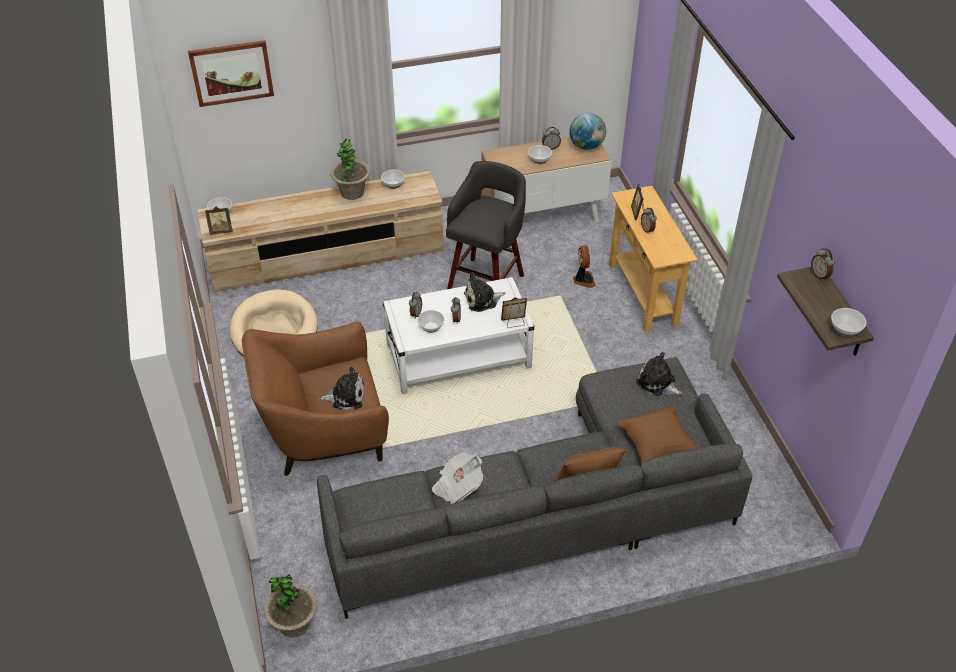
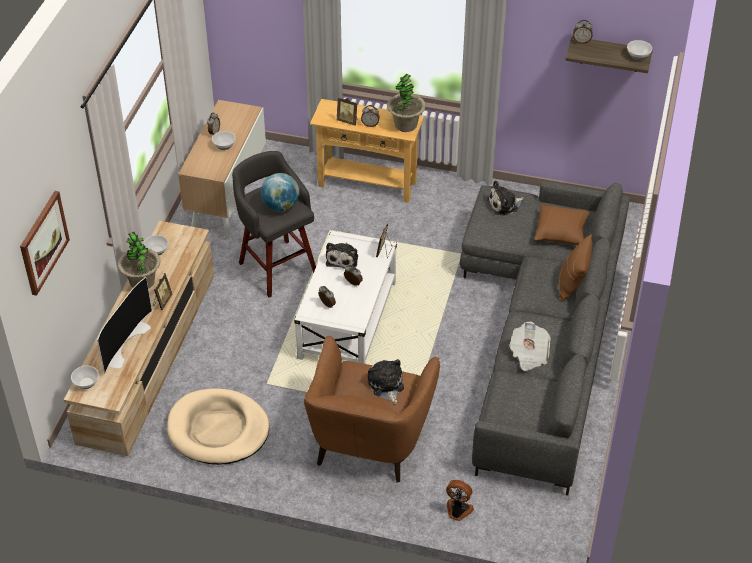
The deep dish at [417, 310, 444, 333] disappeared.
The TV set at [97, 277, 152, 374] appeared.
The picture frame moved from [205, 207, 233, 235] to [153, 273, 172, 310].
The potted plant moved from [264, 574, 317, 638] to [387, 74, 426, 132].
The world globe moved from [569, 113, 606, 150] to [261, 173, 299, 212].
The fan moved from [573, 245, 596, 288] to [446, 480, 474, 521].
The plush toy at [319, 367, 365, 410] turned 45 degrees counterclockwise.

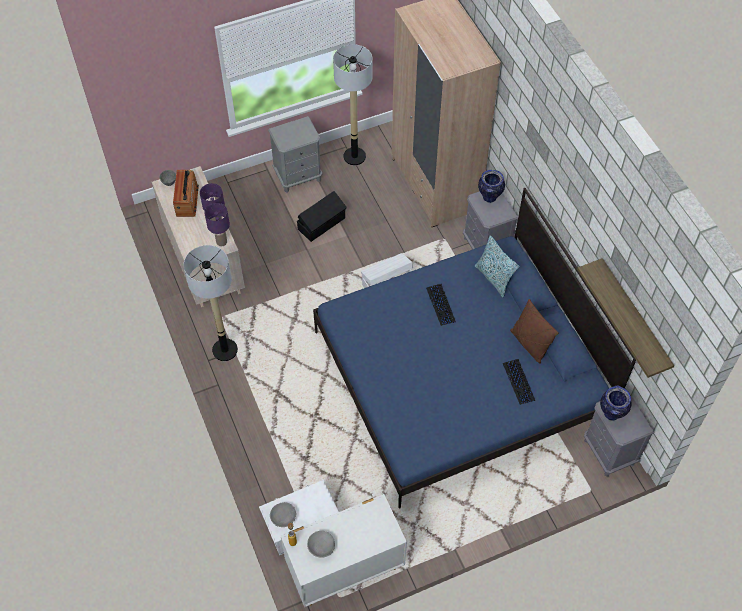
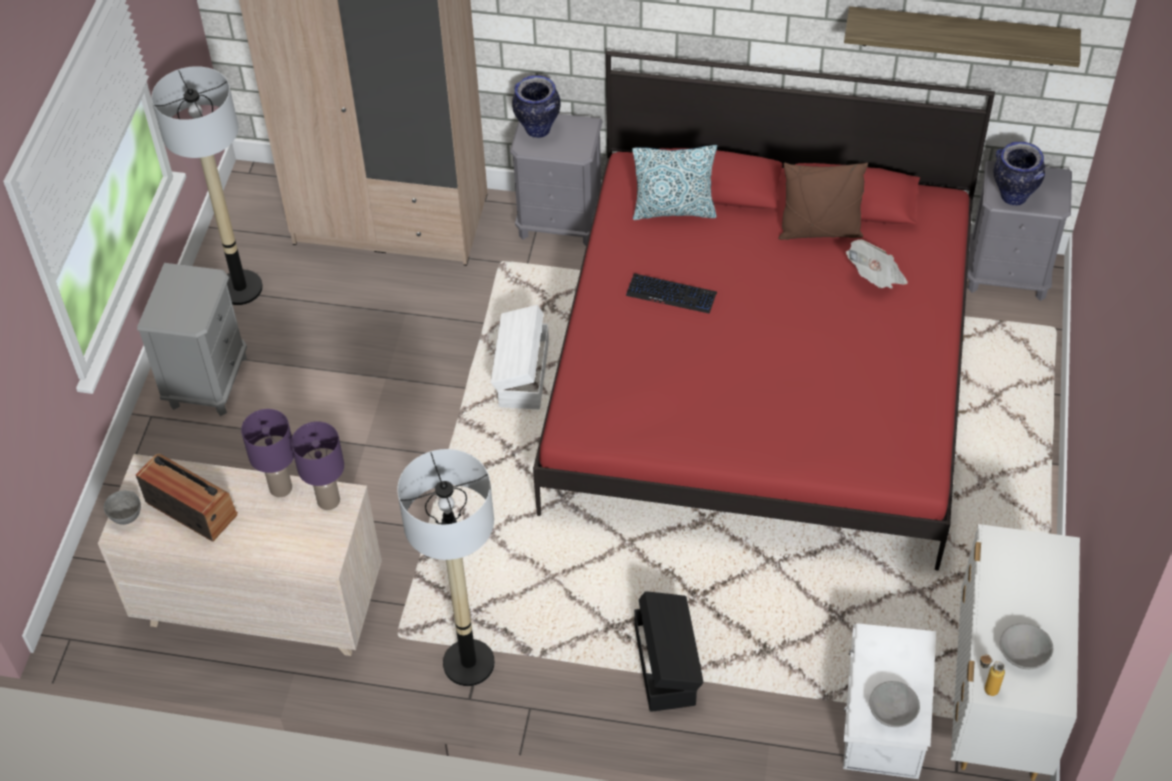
The storage bin/blackish moved from [297, 191, 347, 242] to [634, 591, 704, 712].
The computer keyboard at [503, 359, 535, 405] was replaced by the newspaper at [846, 240, 908, 289].
The bedroom bed/blue at [313, 188, 636, 509] became the bedroom bed/red at [533, 51, 995, 571].

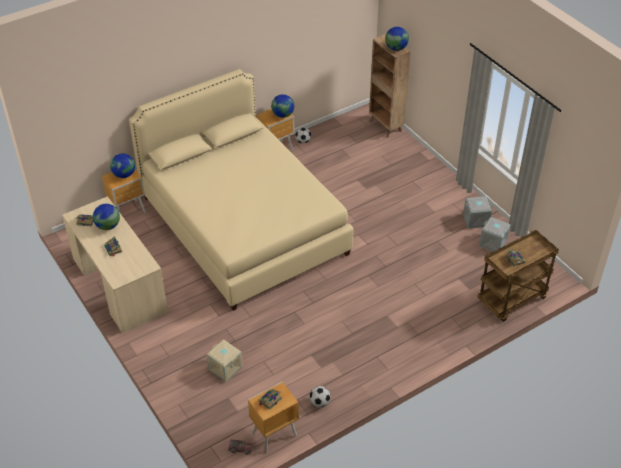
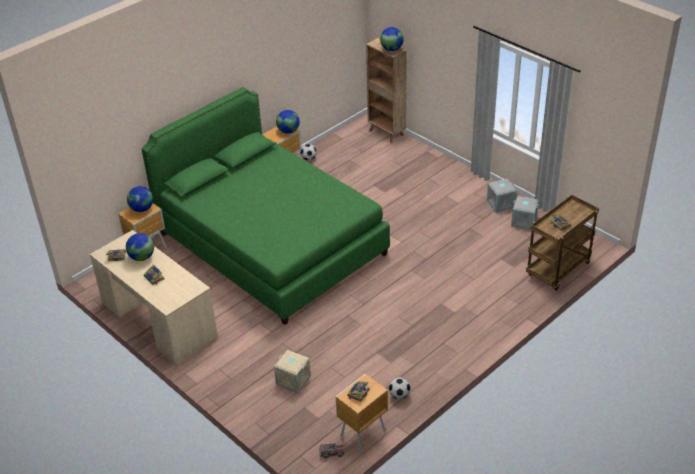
The bedroom bed/beige at [129, 69, 354, 311] became the bedroom bed/green at [142, 87, 390, 325].

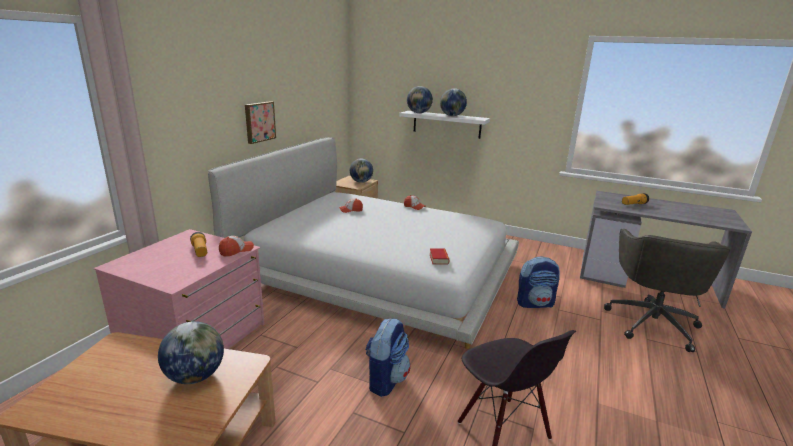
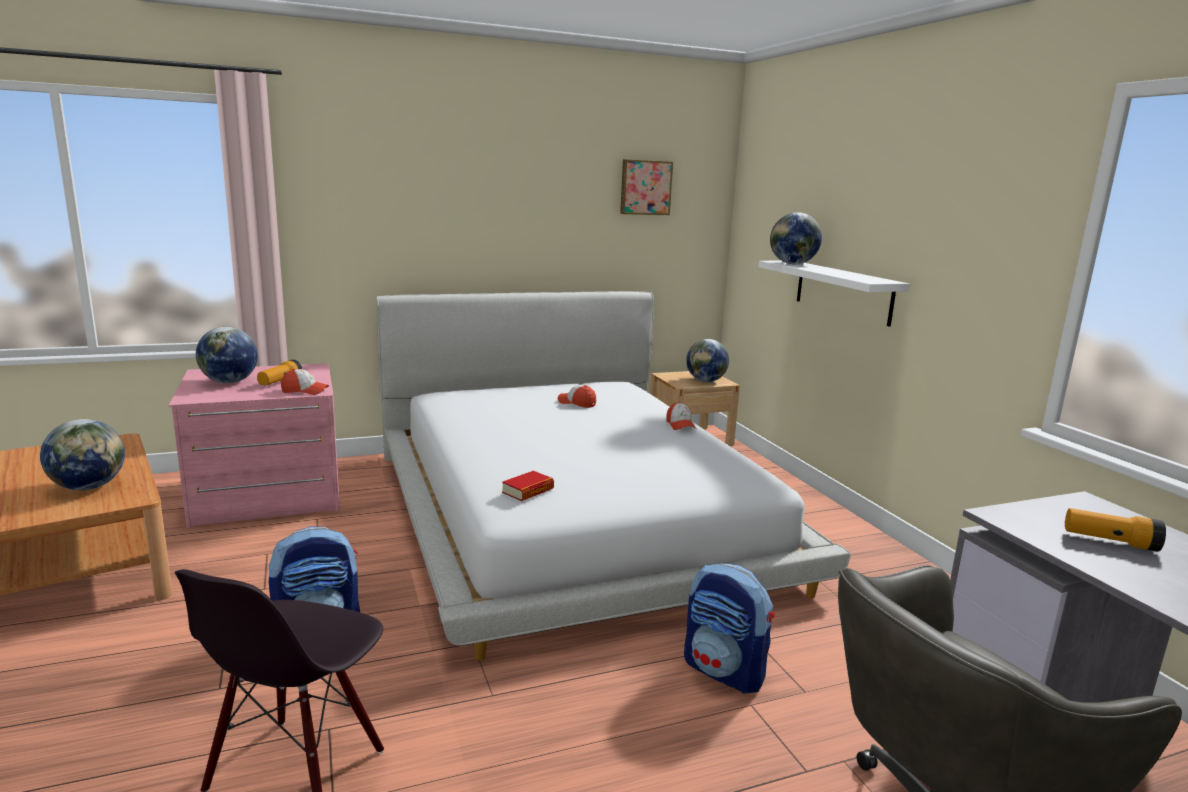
The wall art moved from [245, 101, 276, 144] to [620, 159, 673, 215].
The world globe moved from [440, 88, 467, 116] to [196, 327, 258, 383].

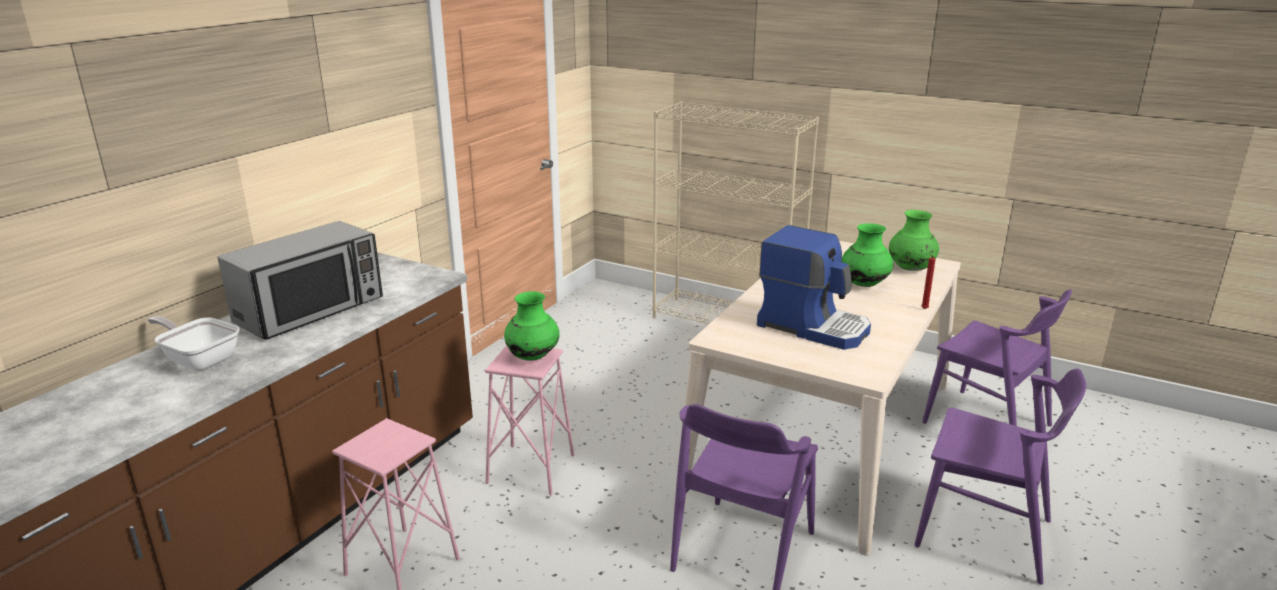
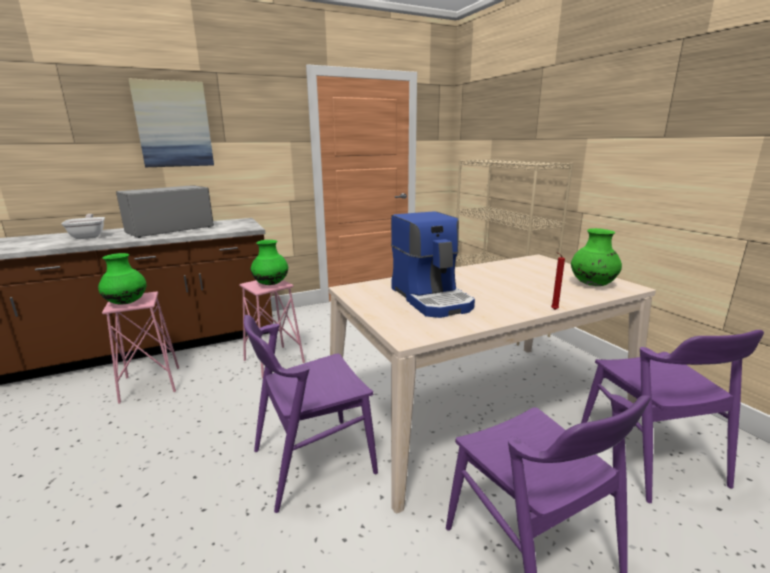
The wall art at [128, 78, 214, 167] appeared.
The decorative vase/green moved from [842, 223, 893, 287] to [98, 253, 146, 304].
The microwave oven at [218, 221, 383, 340] turned 150 degrees clockwise.

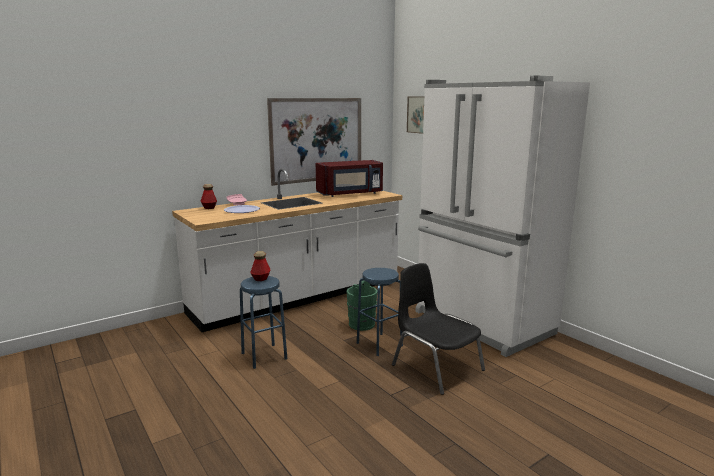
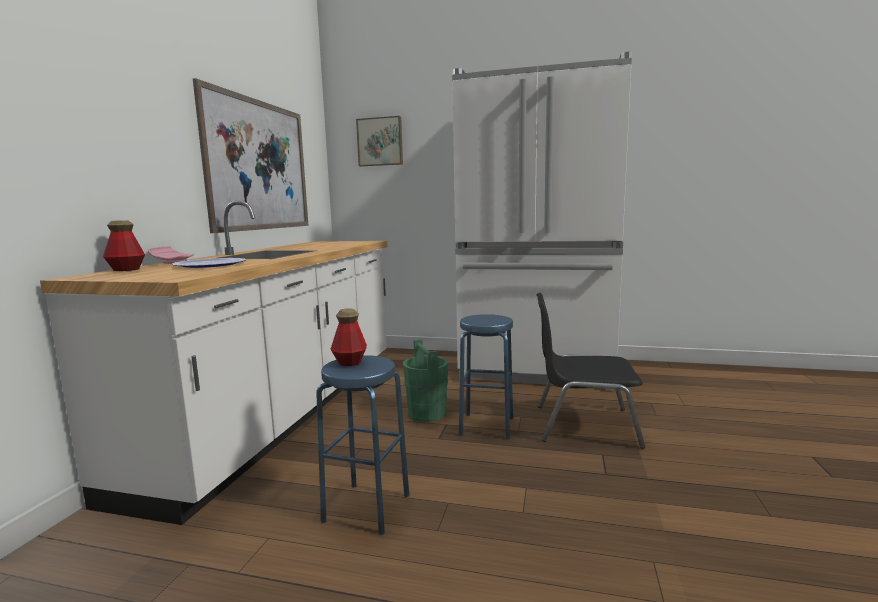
The microwave oven/red at [316, 160, 383, 197] disappeared.

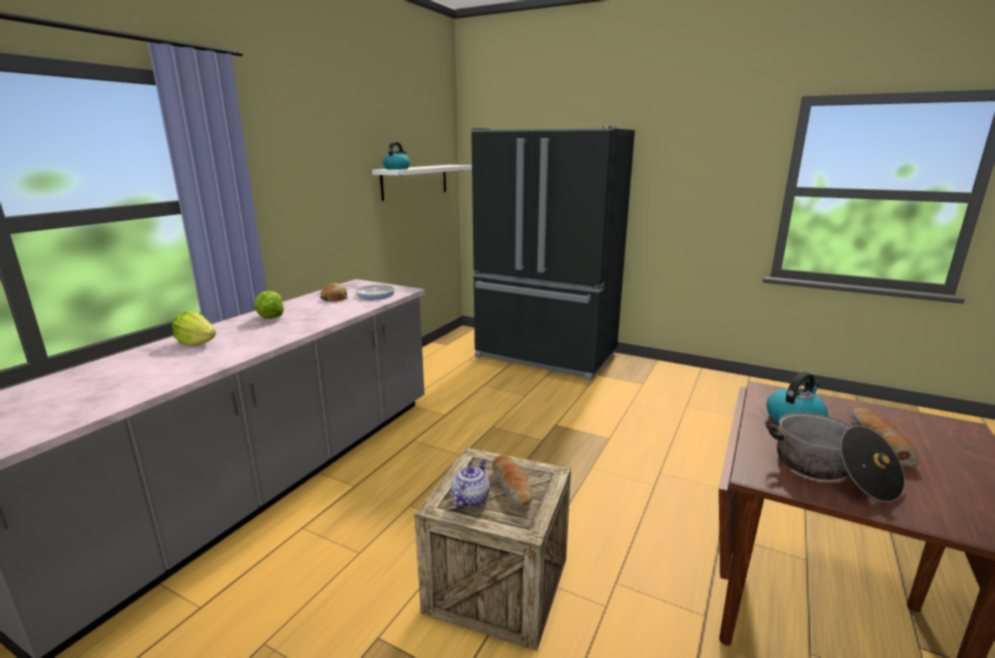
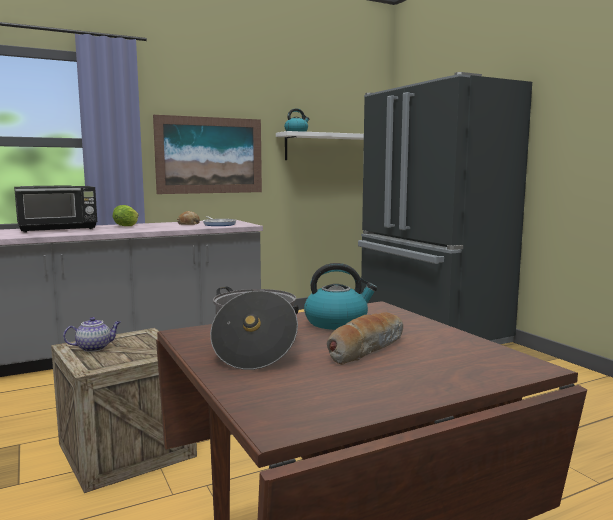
The baked bread at [492, 455, 532, 508] disappeared.
The wall art at [153, 115, 262, 194] appeared.
The lettuce head at [172, 311, 216, 346] was replaced by the microwave oven/blackish at [14, 185, 97, 233].

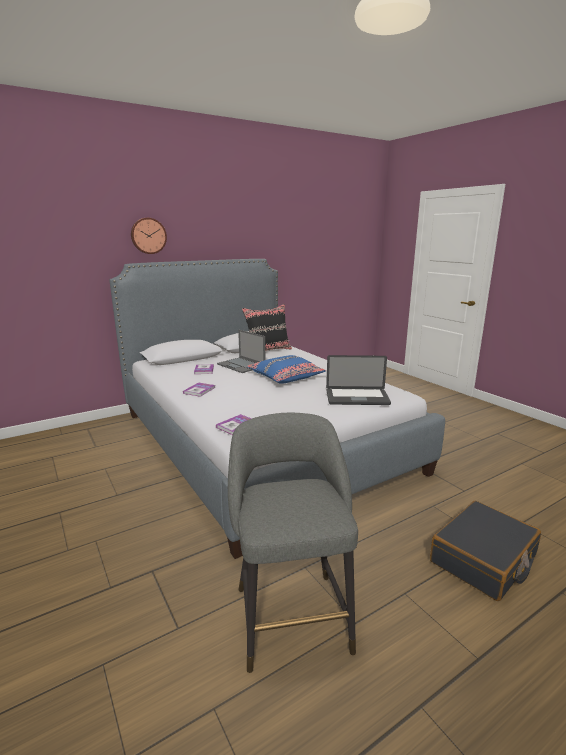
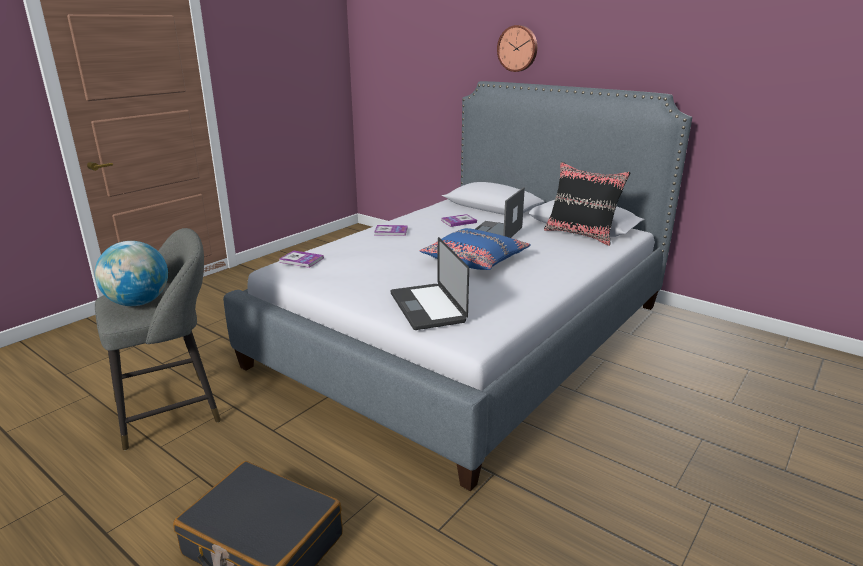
The world globe at [95, 241, 168, 306] appeared.

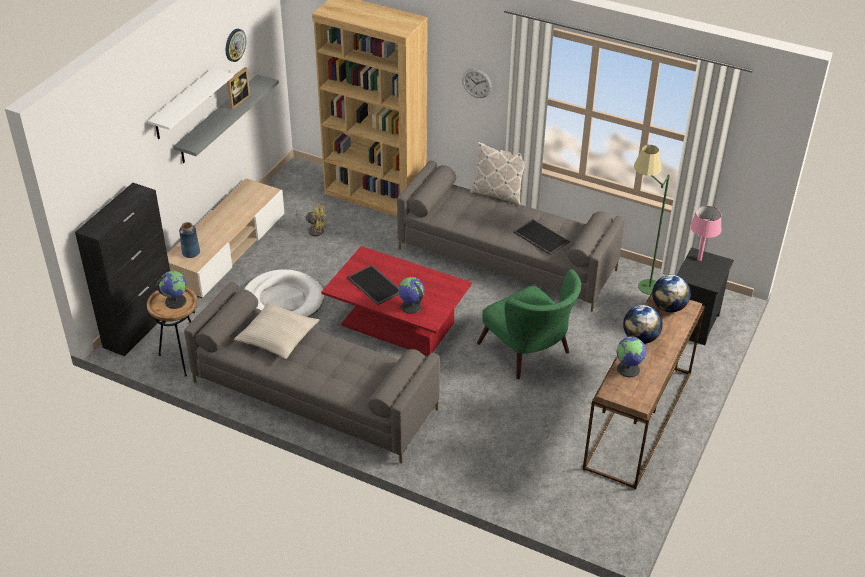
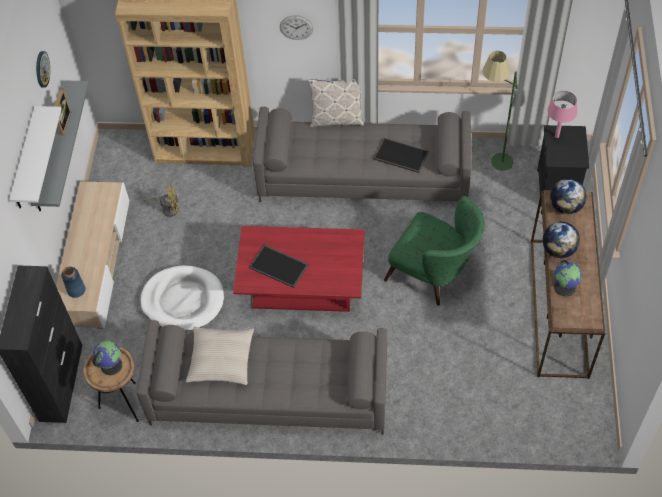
The world globe at [398, 277, 425, 314] disappeared.

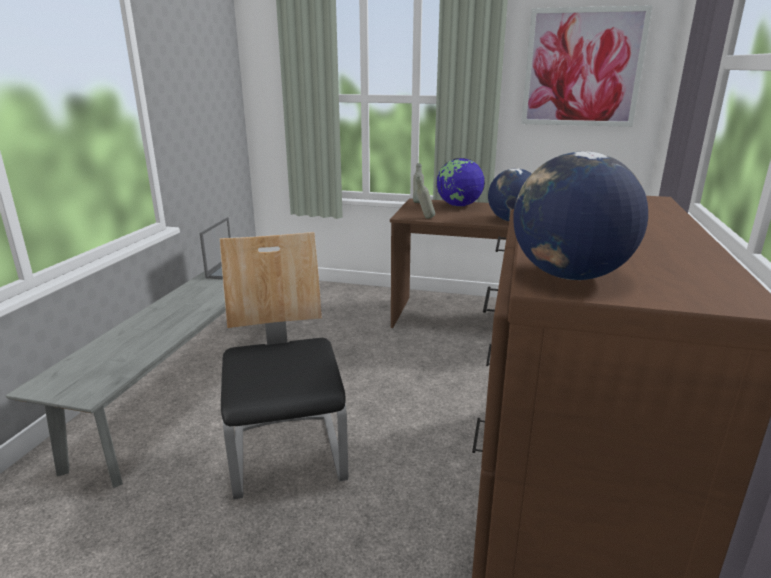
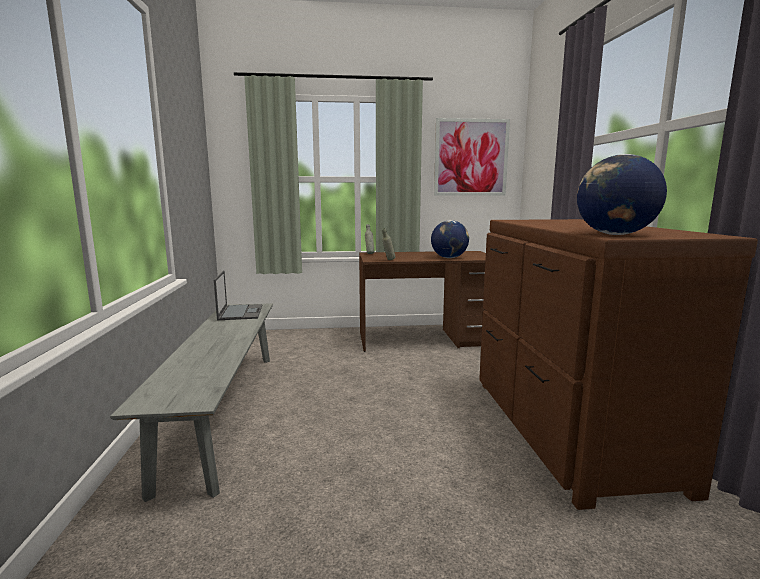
The upright chair at [220, 232, 348, 499] disappeared.
The world globe at [437, 158, 485, 206] disappeared.

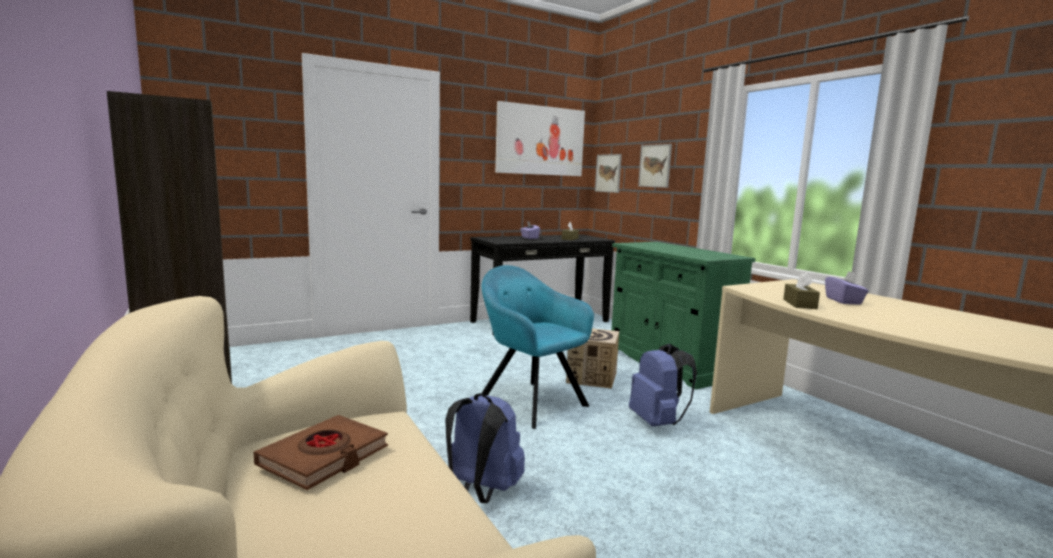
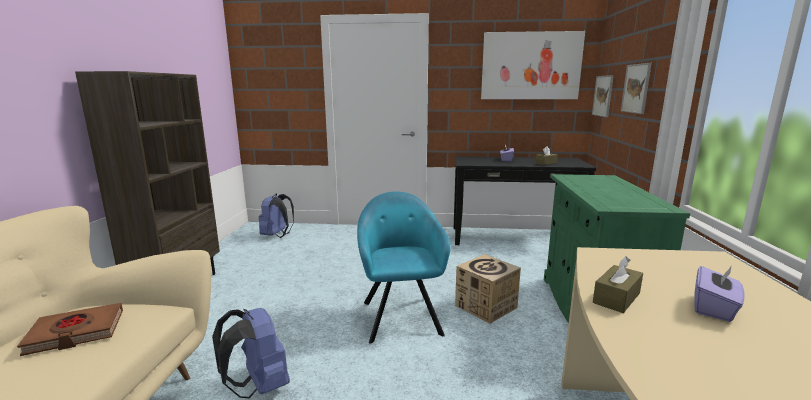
The knapsack/blue moved from [629, 344, 697, 427] to [259, 193, 294, 238].

